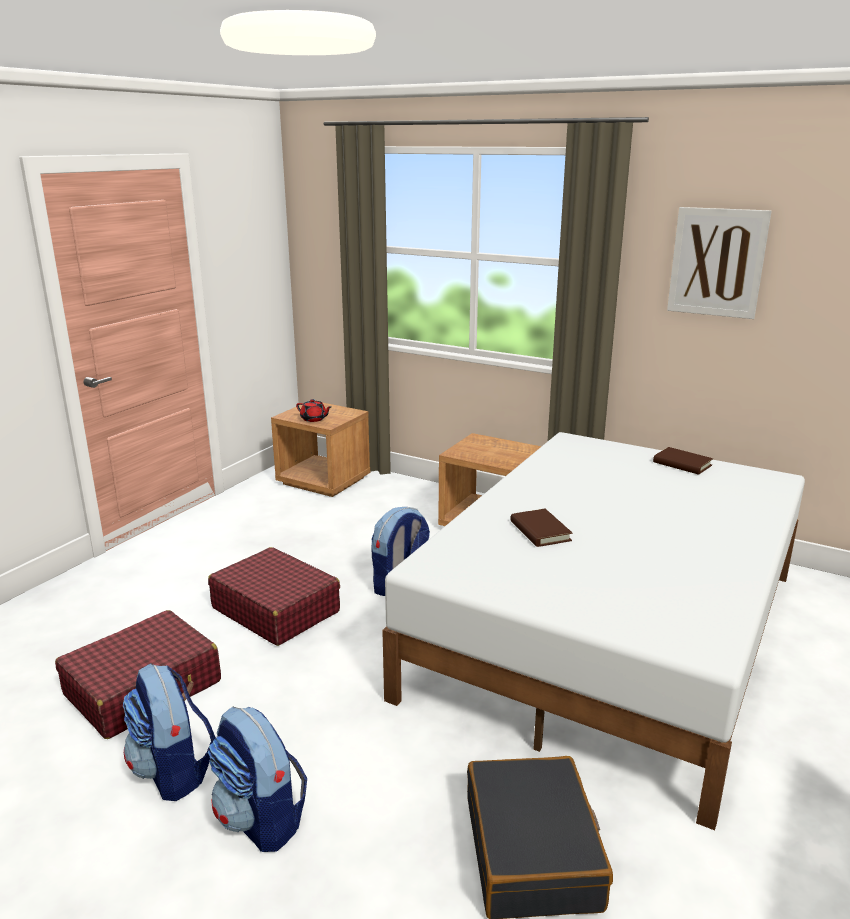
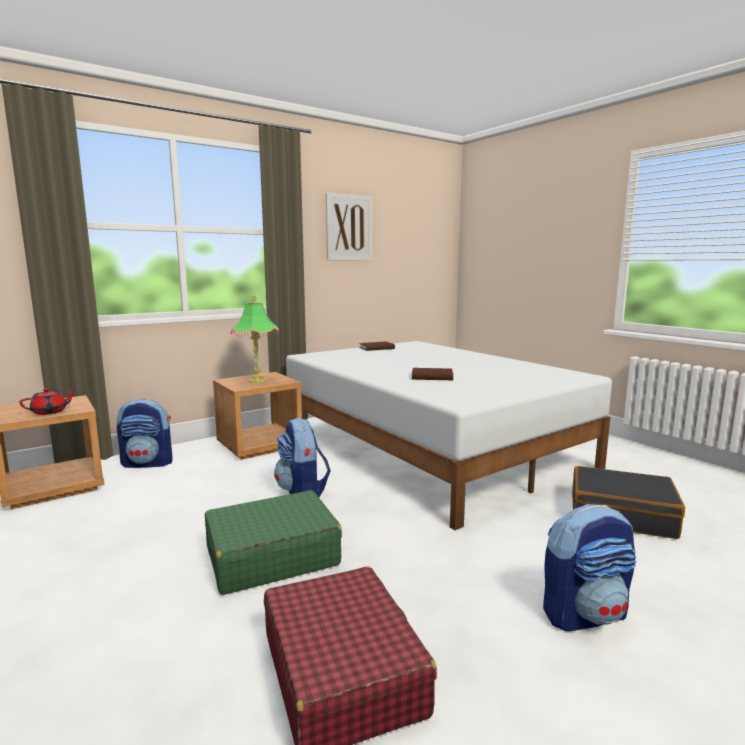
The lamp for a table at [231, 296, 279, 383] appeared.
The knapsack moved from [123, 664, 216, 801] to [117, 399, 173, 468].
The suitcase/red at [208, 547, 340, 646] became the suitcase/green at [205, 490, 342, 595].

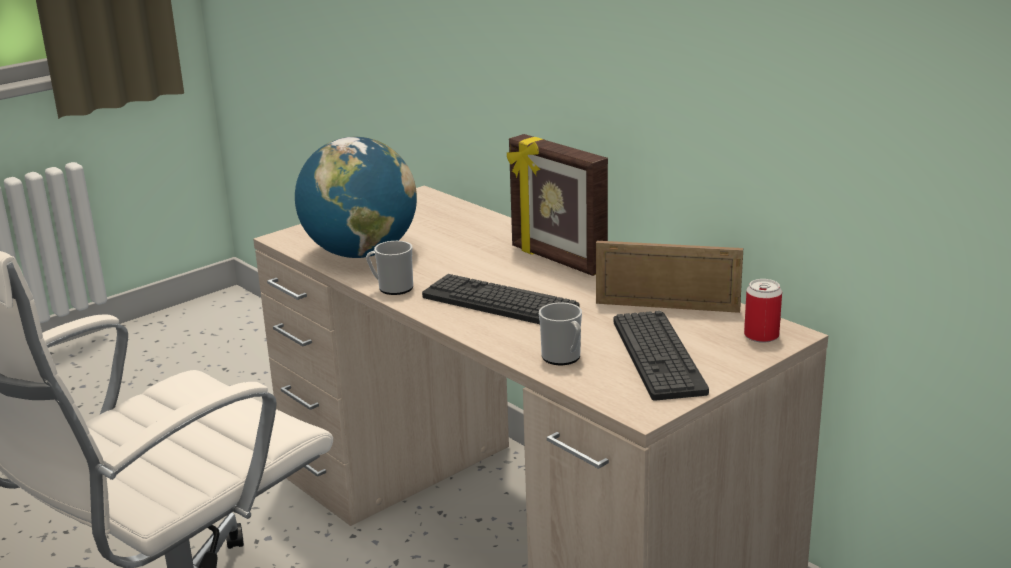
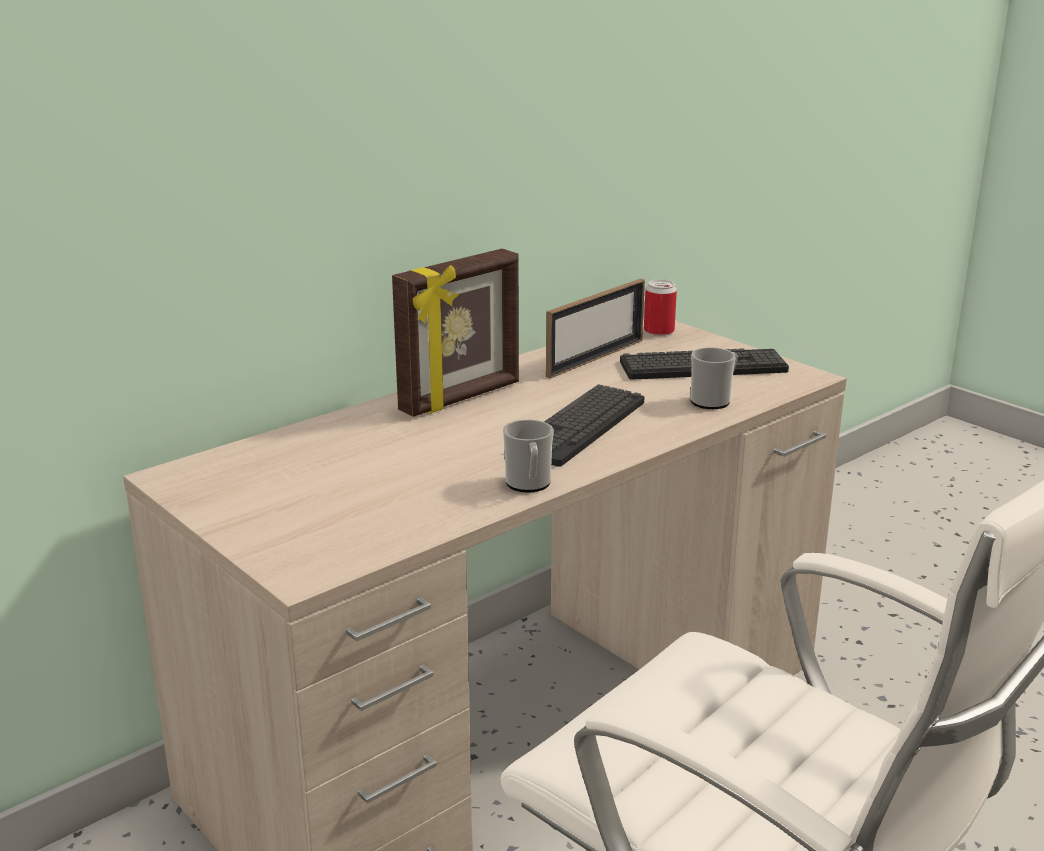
The world globe at [295, 137, 417, 258] disappeared.
The picture frame at [596, 241, 743, 313] turned 150 degrees counterclockwise.

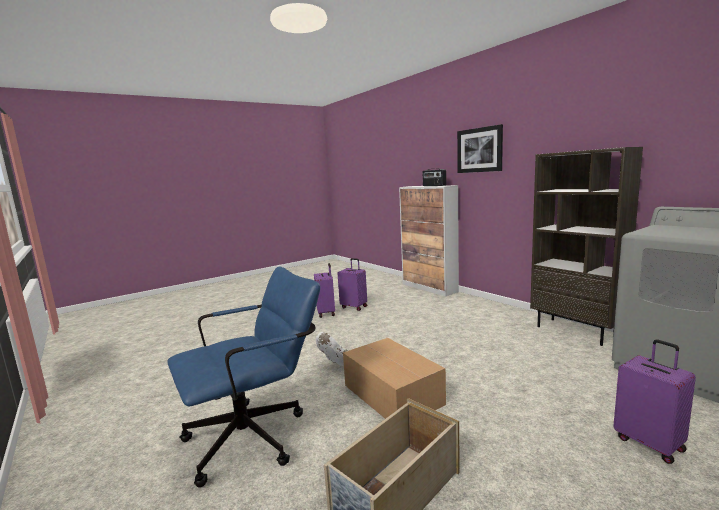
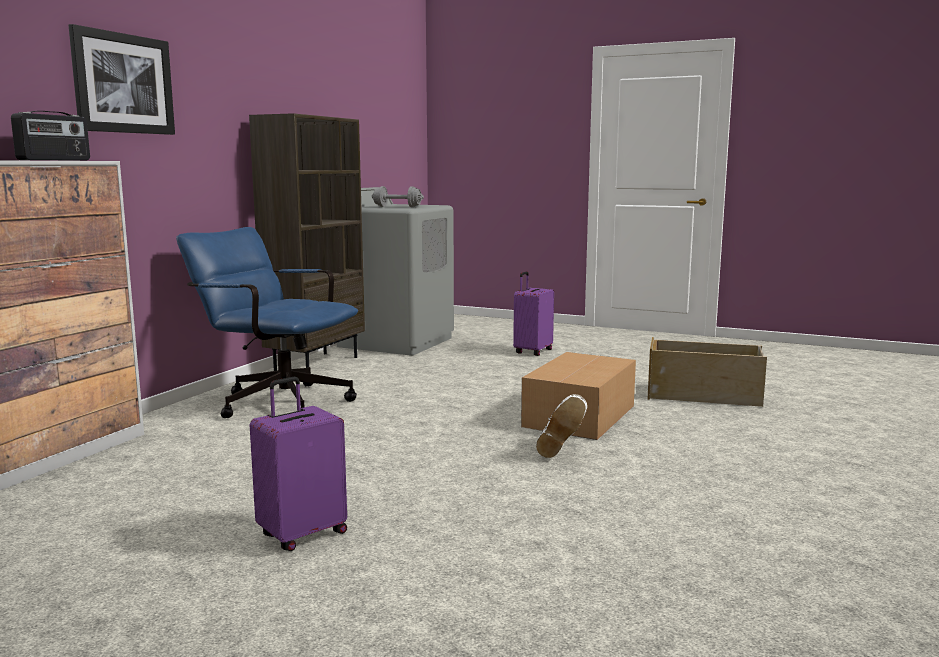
The suitcase/purplish at [337, 258, 367, 311] disappeared.
The dumbbell/gray at [371, 186, 424, 207] appeared.
The office chair/blue moved from [167, 266, 320, 487] to [176, 227, 358, 418].

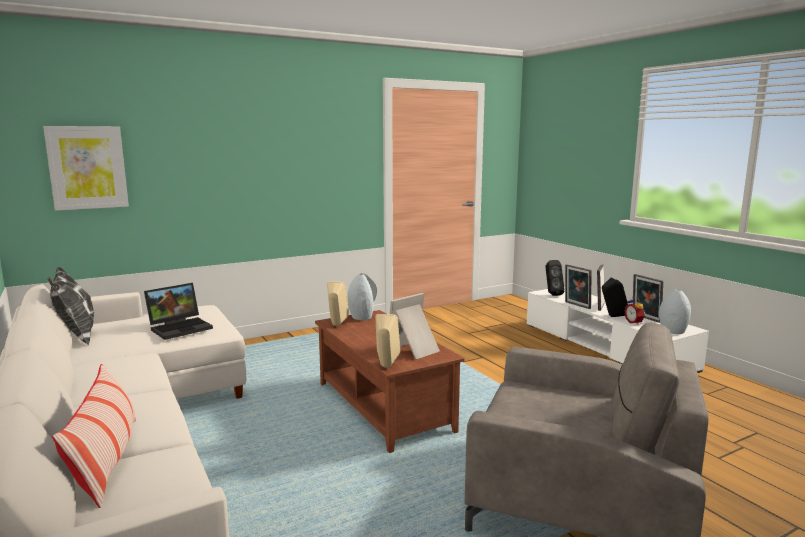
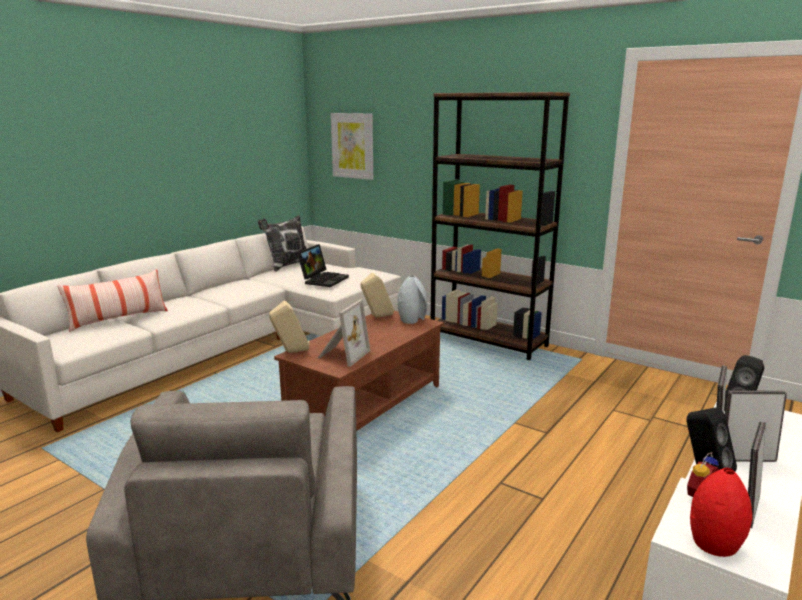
The bookcase/brown-coloured at [431, 92, 570, 360] appeared.
The decorative vase/gray at [659, 290, 691, 334] became the decorative vase/red at [690, 468, 752, 557].
The notebook computer at [144, 283, 213, 340] turned 90 degrees counterclockwise.
The picture frame at [390, 293, 440, 359] turned 90 degrees clockwise.

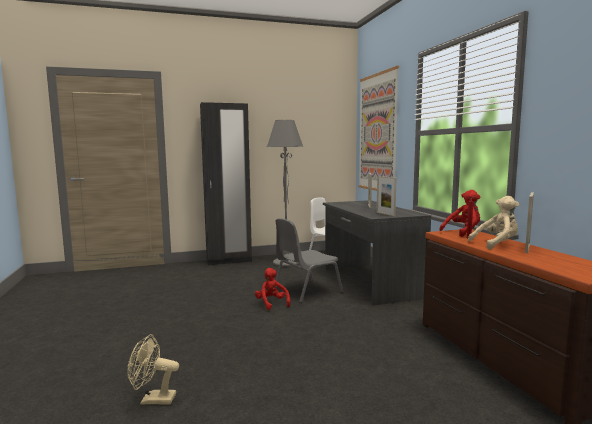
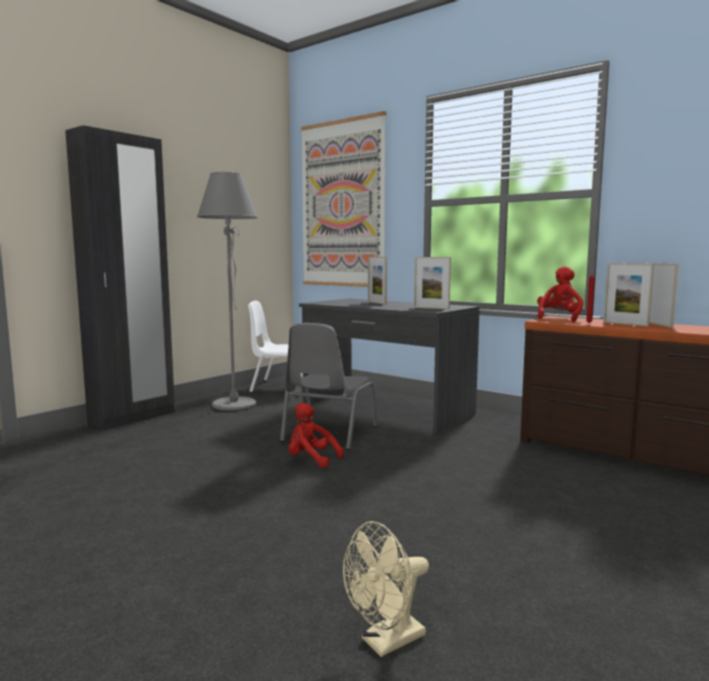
The plush toy/beige at [468, 196, 519, 249] was replaced by the picture frame at [603, 263, 654, 327].

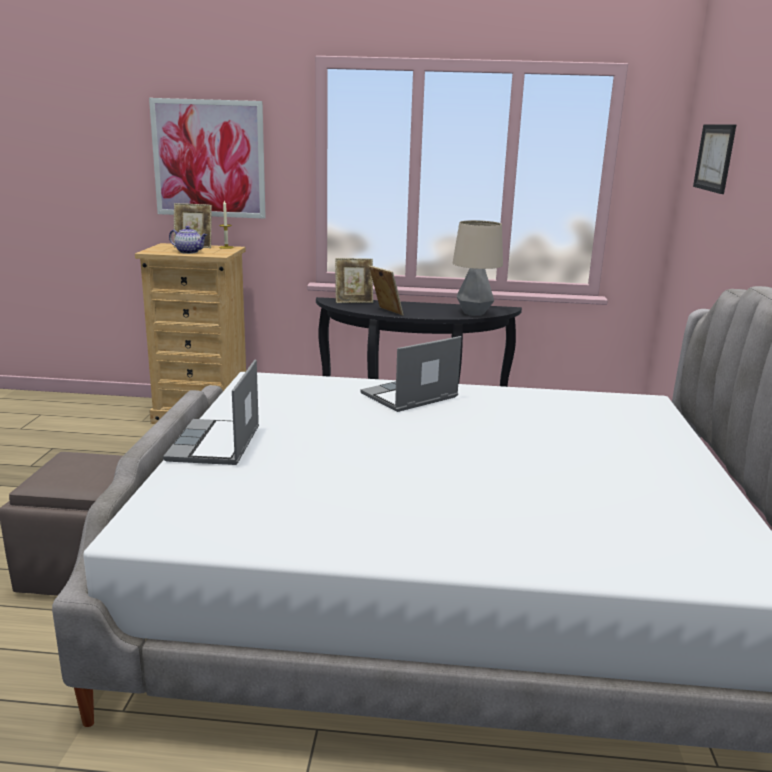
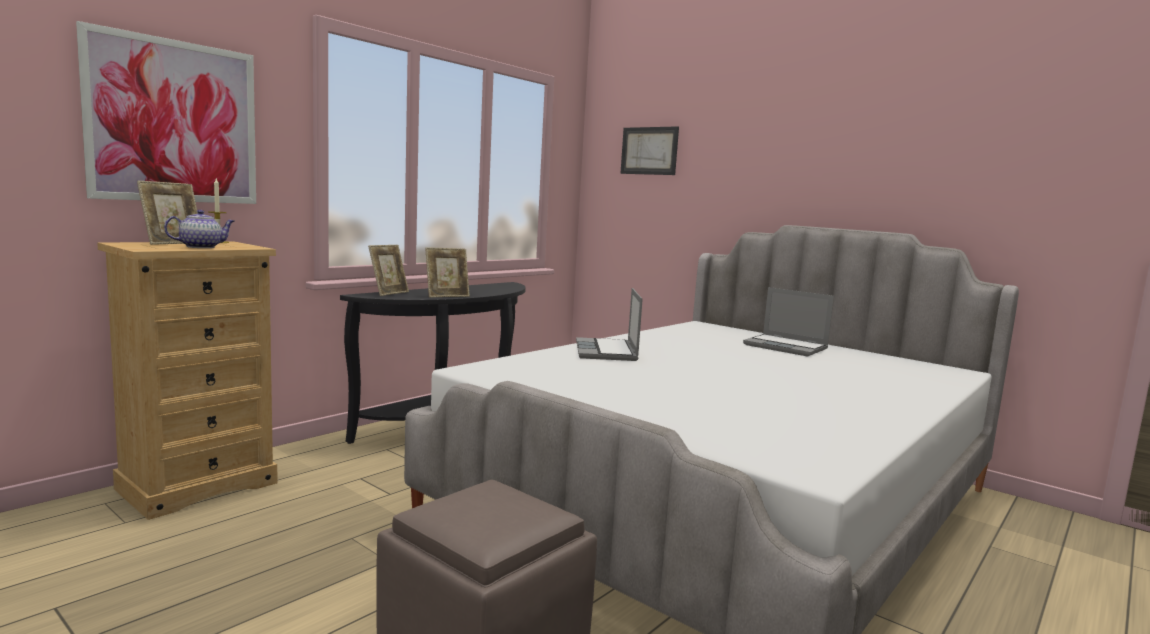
The lamp for a table at [453, 220, 503, 316] disappeared.
The notebook computer moved from [163, 360, 259, 465] to [743, 287, 834, 357].
The picture frame at [369, 266, 404, 316] turned 150 degrees clockwise.

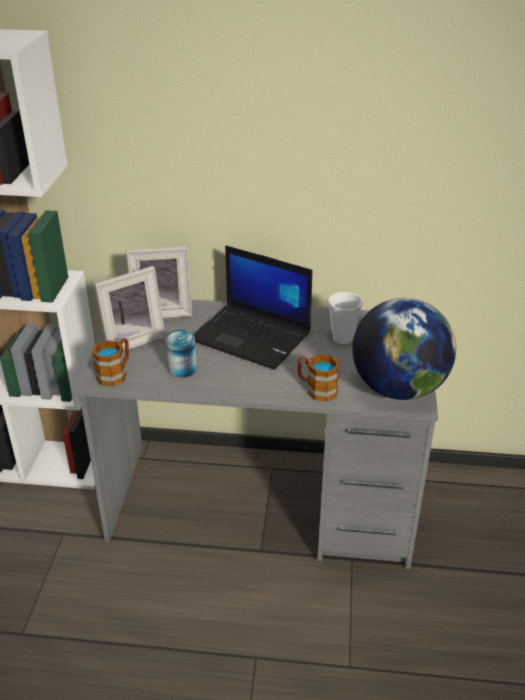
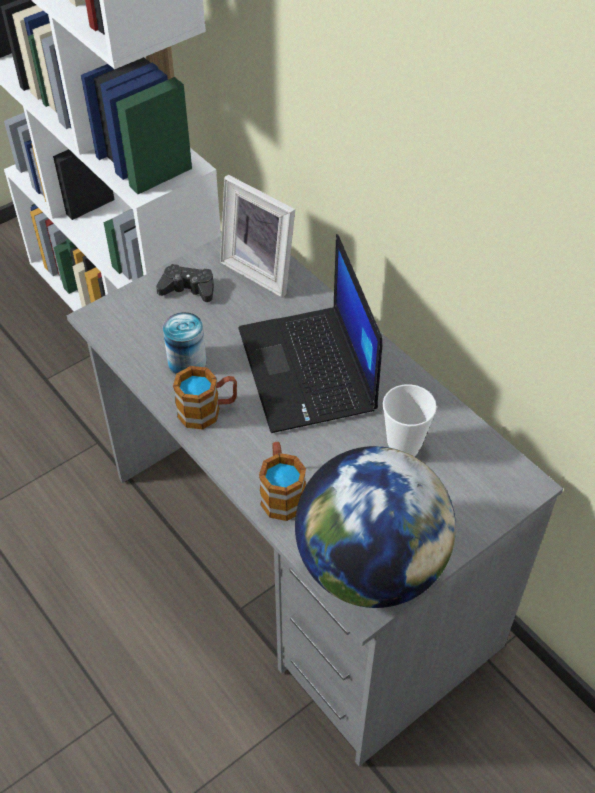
The coffee mug moved from [92, 338, 129, 386] to [173, 366, 237, 430].
The picture frame at [94, 266, 166, 351] was replaced by the game controller/blackish at [156, 264, 214, 302].

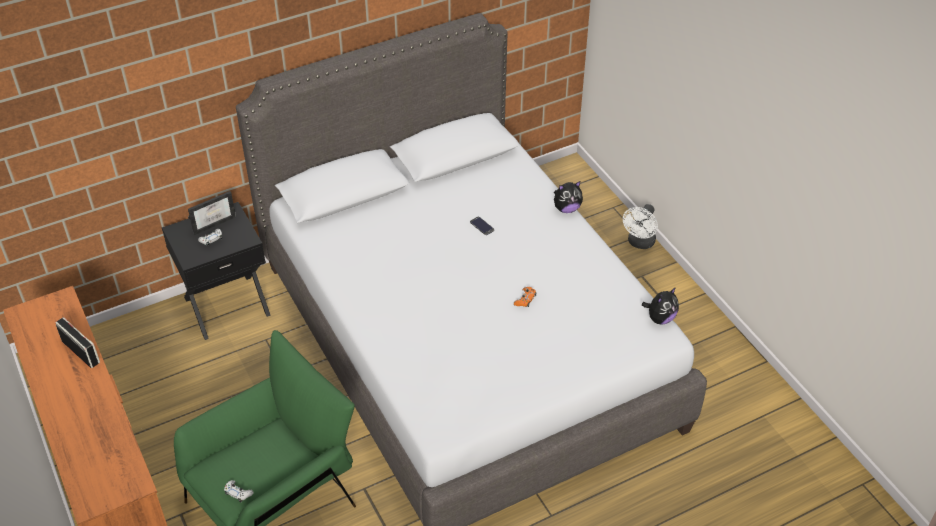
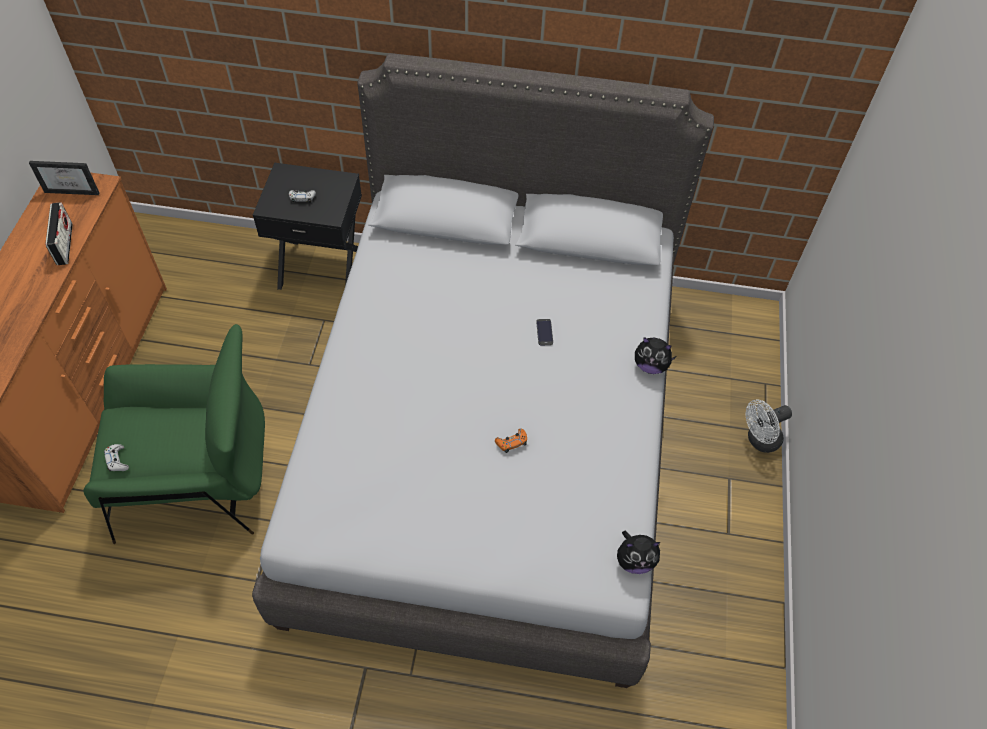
The picture frame moved from [188, 191, 236, 235] to [29, 161, 99, 195].

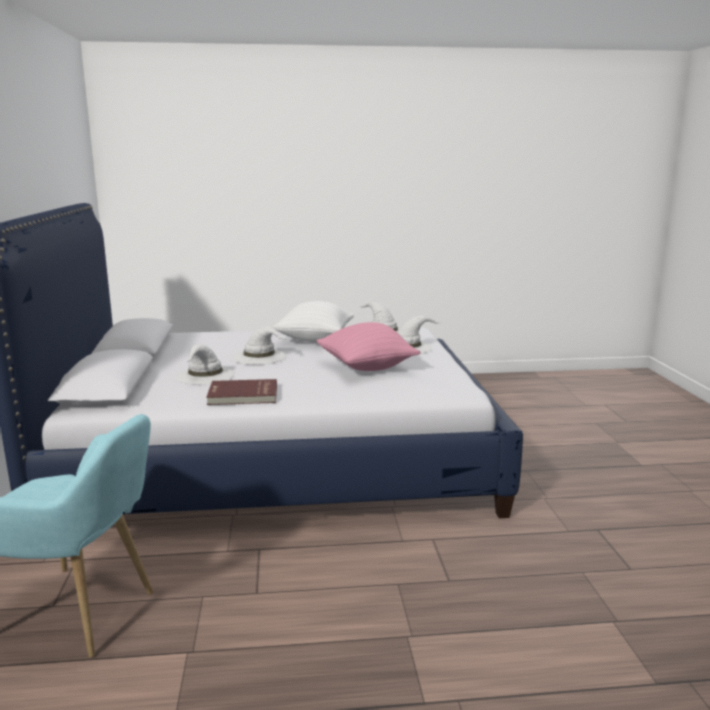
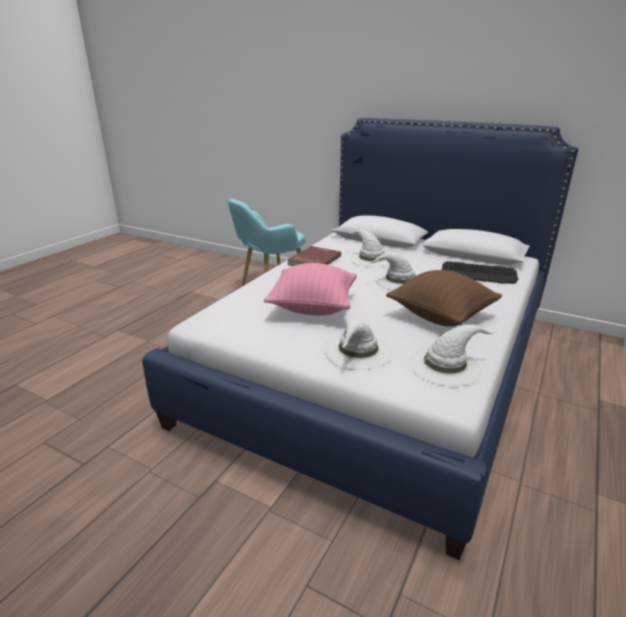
The computer keyboard at [442, 261, 519, 284] appeared.
The cushion/white at [273, 301, 354, 343] became the cushion/brown-coloured at [386, 270, 502, 327].

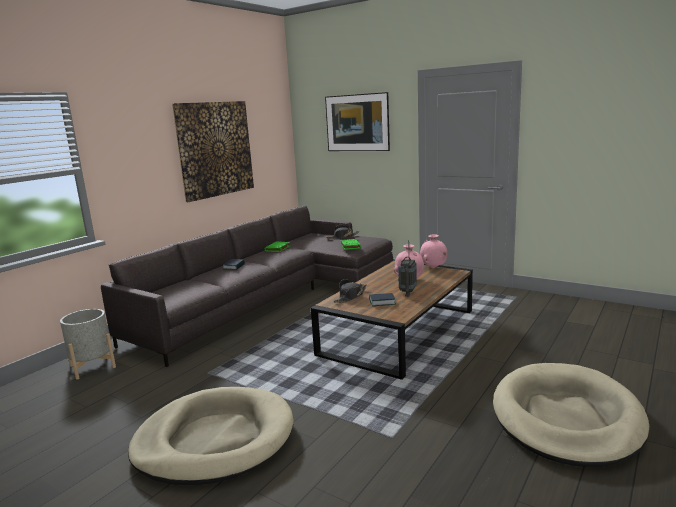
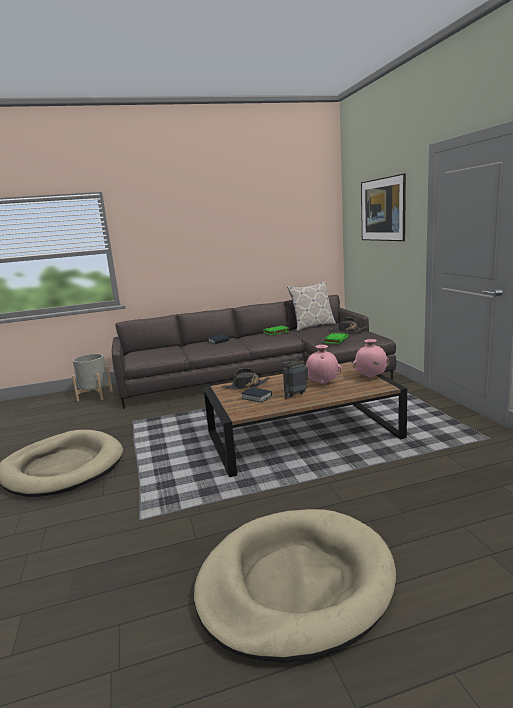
The wall art at [172, 101, 254, 202] disappeared.
The cushion at [287, 281, 336, 331] appeared.

